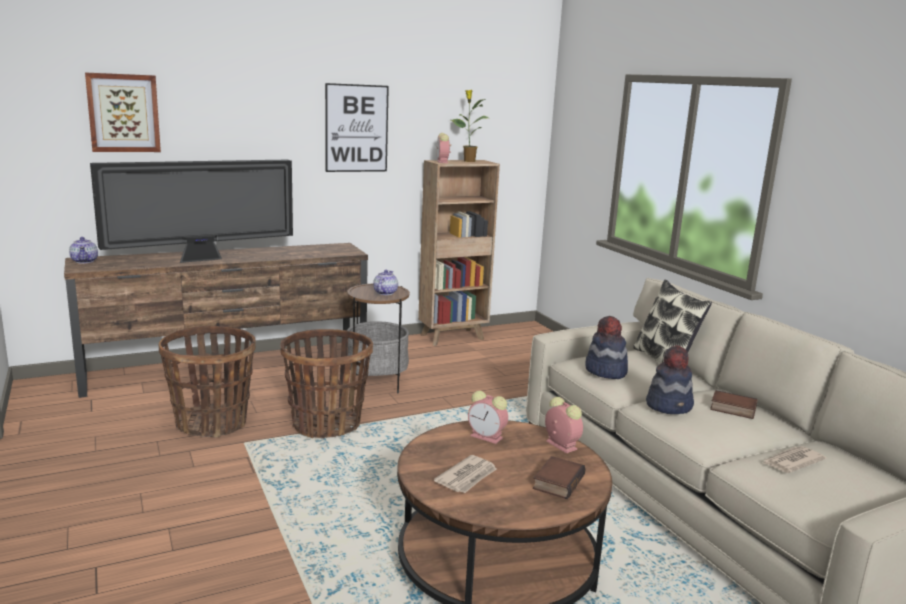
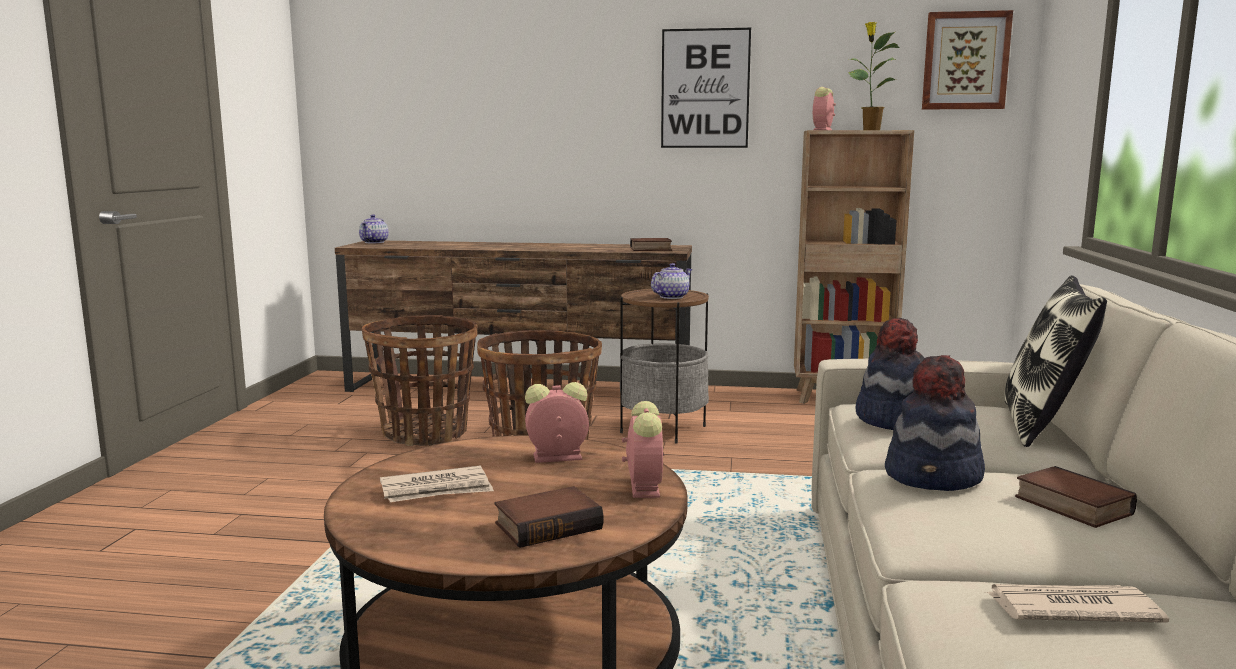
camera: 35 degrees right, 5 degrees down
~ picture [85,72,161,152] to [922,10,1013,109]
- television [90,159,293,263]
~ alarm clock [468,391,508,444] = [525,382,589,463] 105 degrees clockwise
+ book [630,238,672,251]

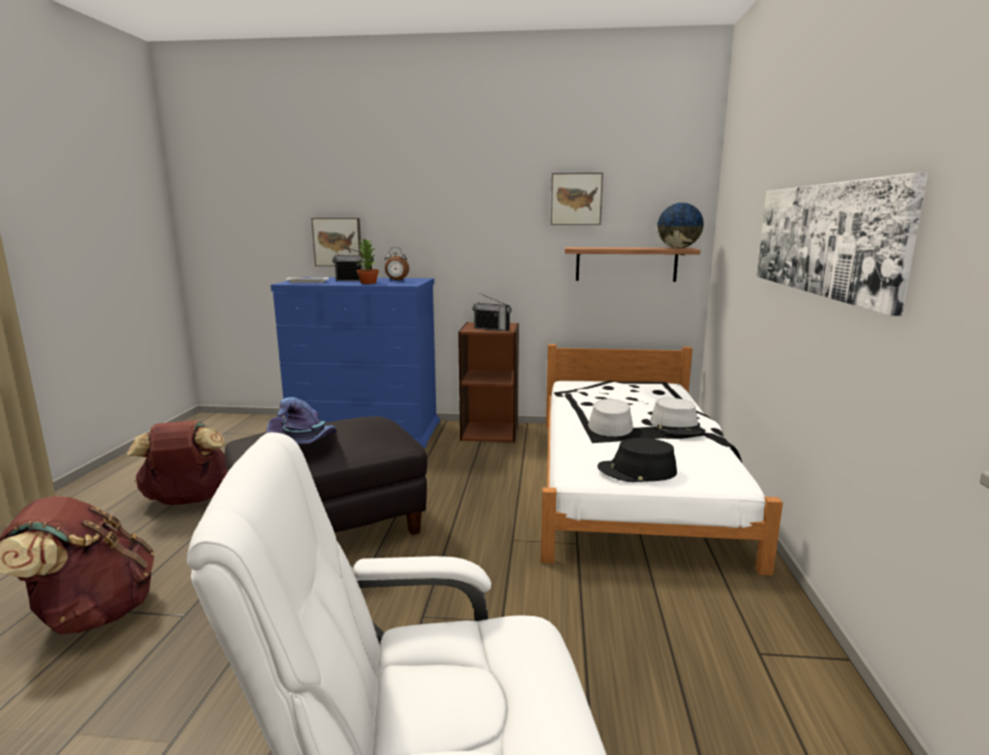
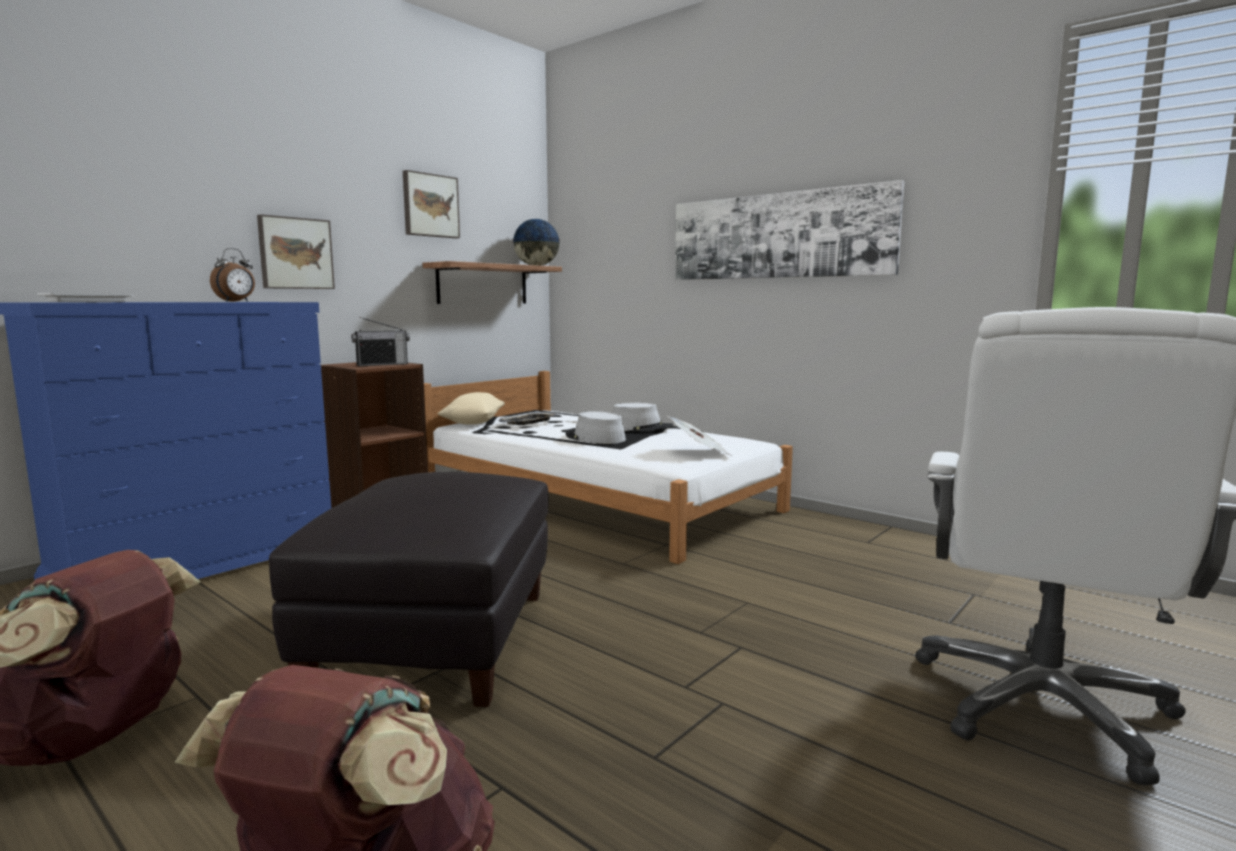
camera: 55 degrees left, 5 degrees down
~ picture [311,218,362,266] to [257,214,335,289]
- potted plant [357,239,379,284]
- radio [332,244,374,281]
- purple hat [266,397,337,444]
~ black hat [597,438,677,482] to newspaper [667,416,731,455]
+ beige pillow [437,392,505,425]
+ tray [499,412,557,425]

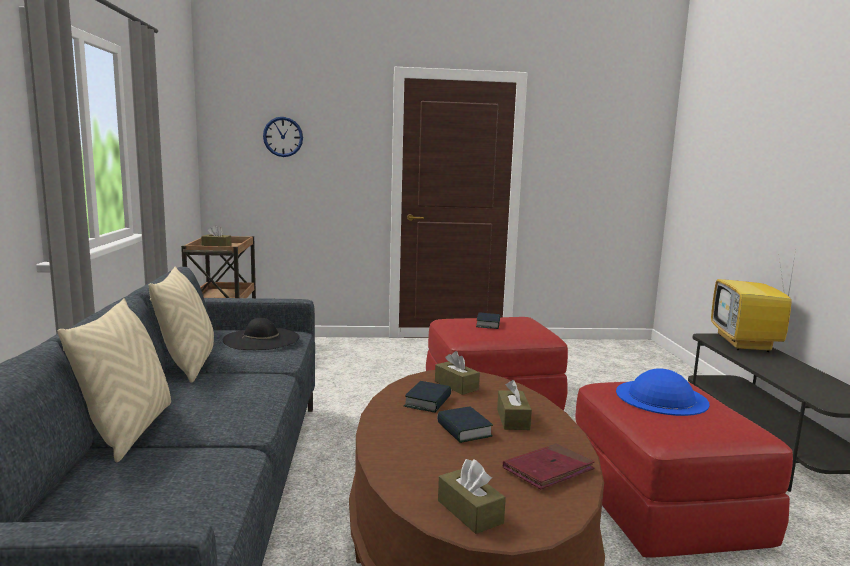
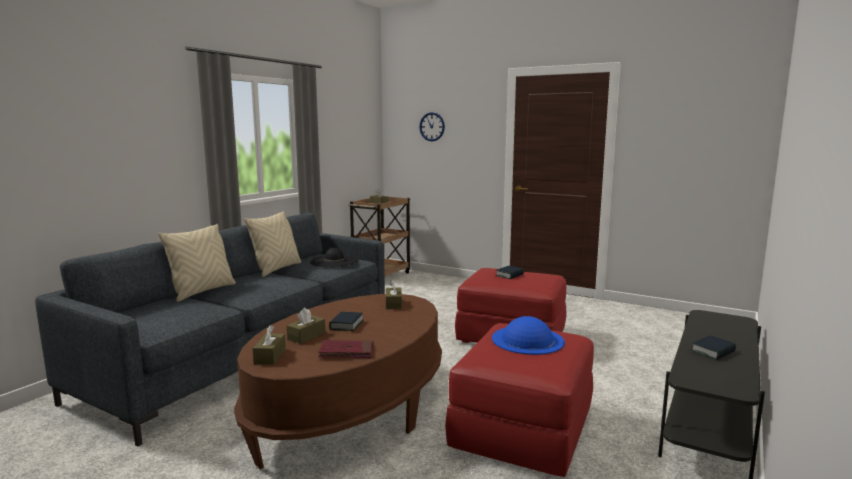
camera: 35 degrees right, 0 degrees up
- television [711,250,796,352]
~ brown tissue box [497,380,532,430] to [287,308,325,344]
~ book [404,381,451,413] to [691,335,736,360]

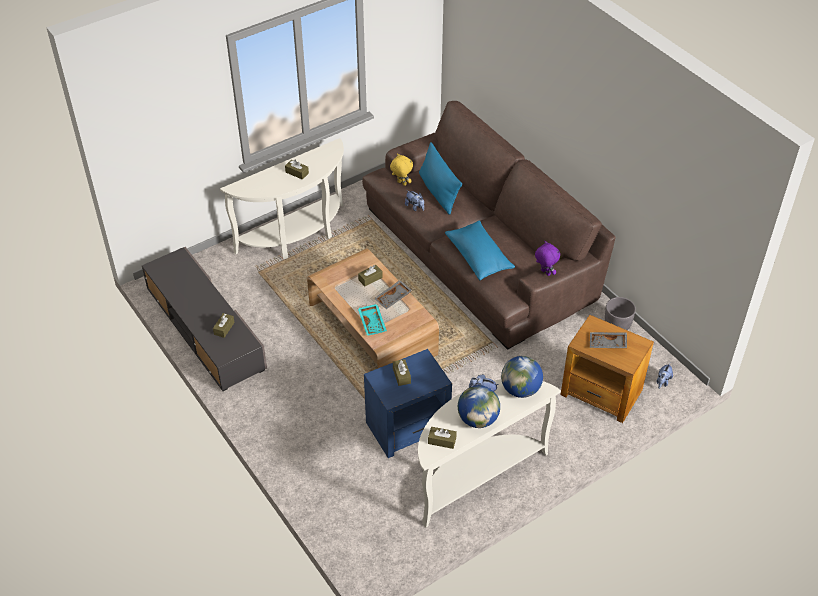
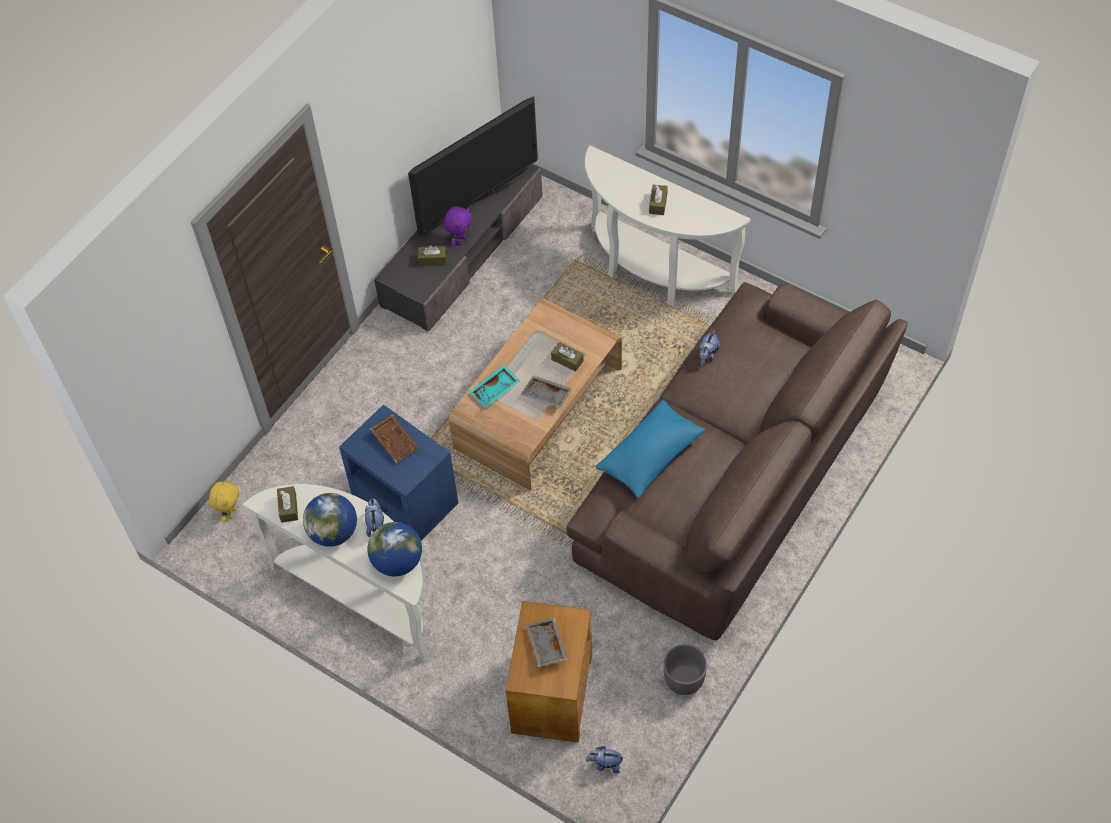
camera: 70 degrees right, 10 degrees up
- blue pillow [419,142,462,214]
~ yellow plush toy [390,153,413,186] to [209,481,239,522]
~ purple plush toy [535,241,560,276] to [443,207,473,246]
~ brown tissue box [393,359,411,386] to brown tray [370,414,419,463]
+ television [408,96,538,234]

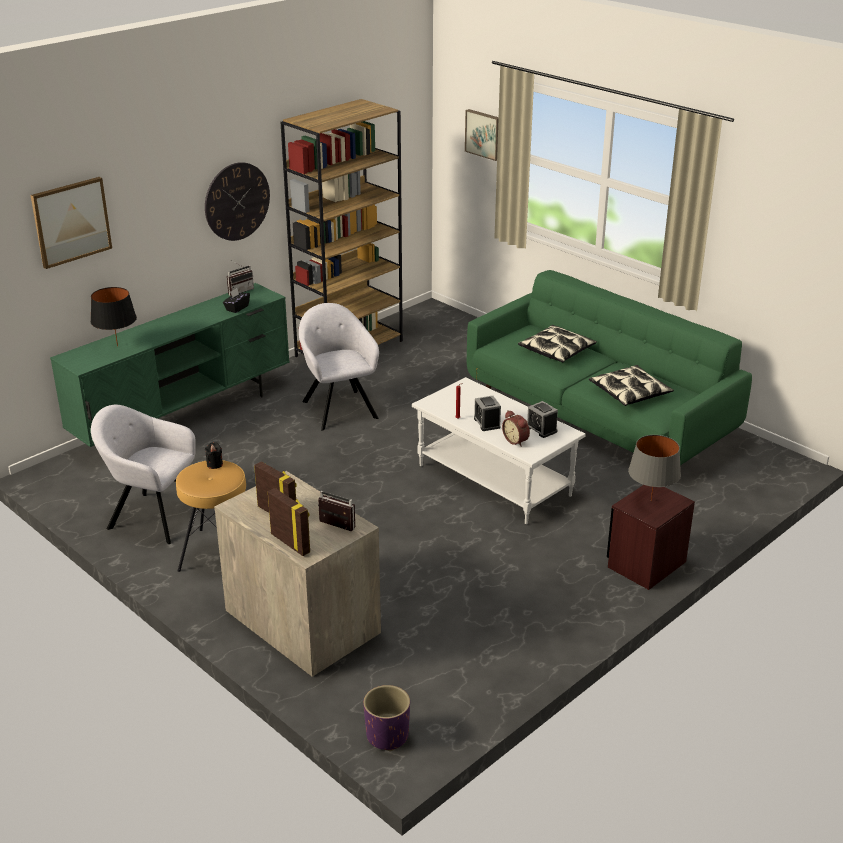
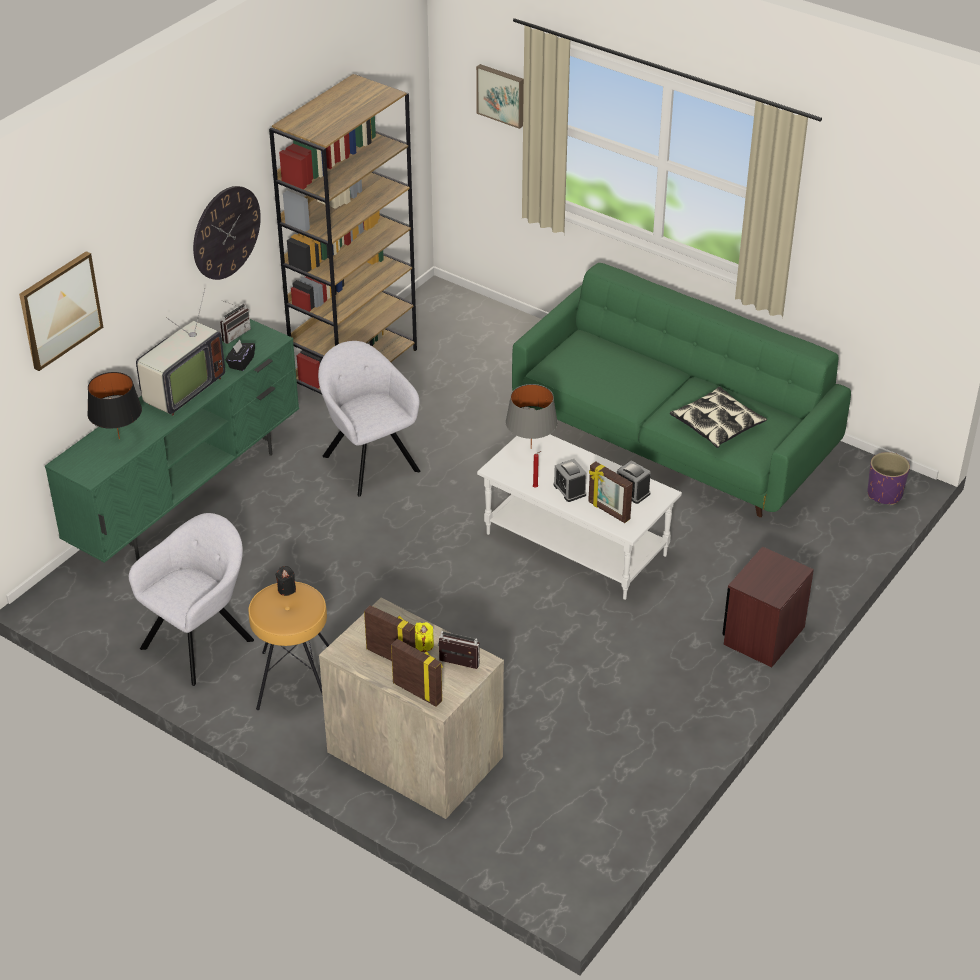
camera: 10 degrees left, 10 degrees up
- pillow [518,325,597,362]
~ grey armchair [91,405,196,544] = [129,513,254,686] 120 degrees clockwise
~ alarm clock [502,410,530,447] to picture frame [588,461,633,523]
~ grey table lamp [628,435,681,501] to [506,384,558,449]
~ purple planter [363,685,410,751] to [867,452,910,505]
+ television [136,289,225,416]
+ yellow candle [415,622,434,652]

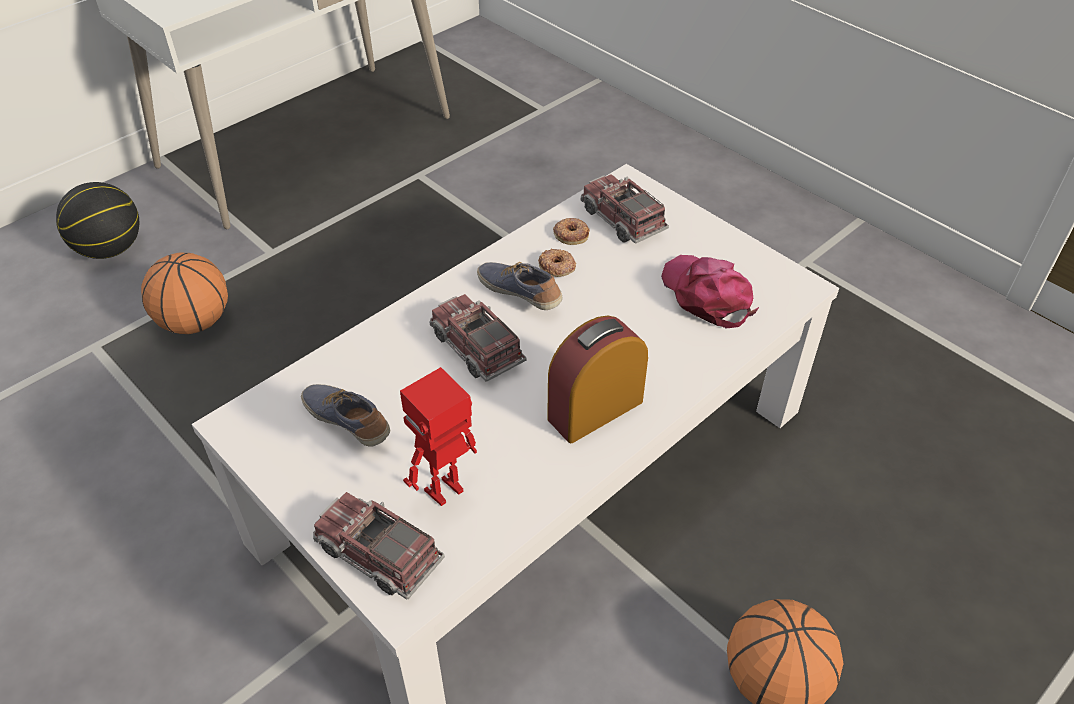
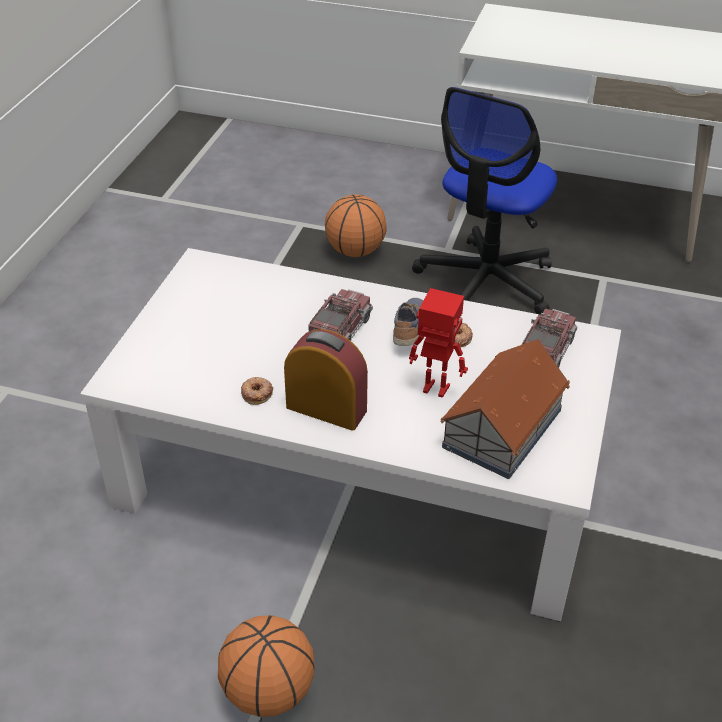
camera: 60 degrees right, 5 degrees down
- basketball [56,182,139,259]
~ donut [553,218,590,245] to [241,377,273,405]
~ pink cap [661,255,759,328] to toy house [440,339,570,479]
~ toy robot [400,367,477,506] to [409,288,468,398]
- shoe [301,384,390,447]
- toy truck [313,492,445,599]
+ office chair [412,87,557,315]

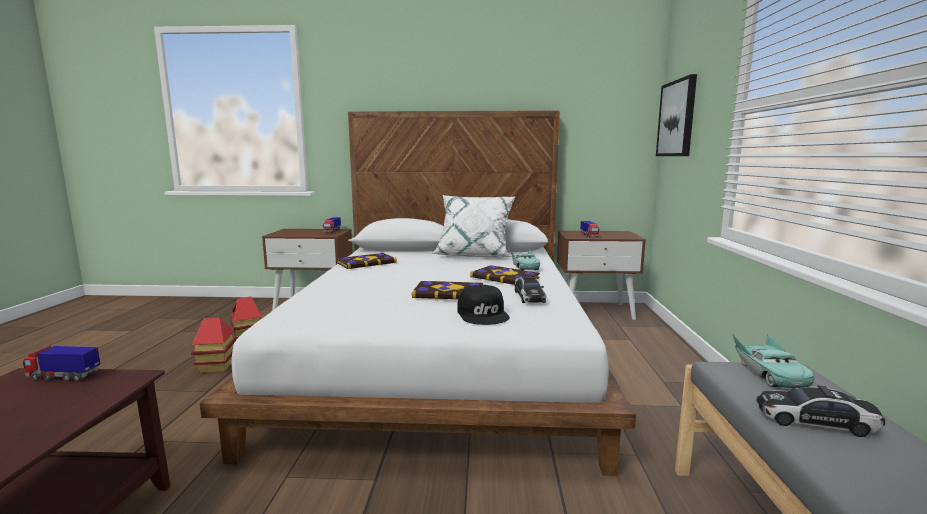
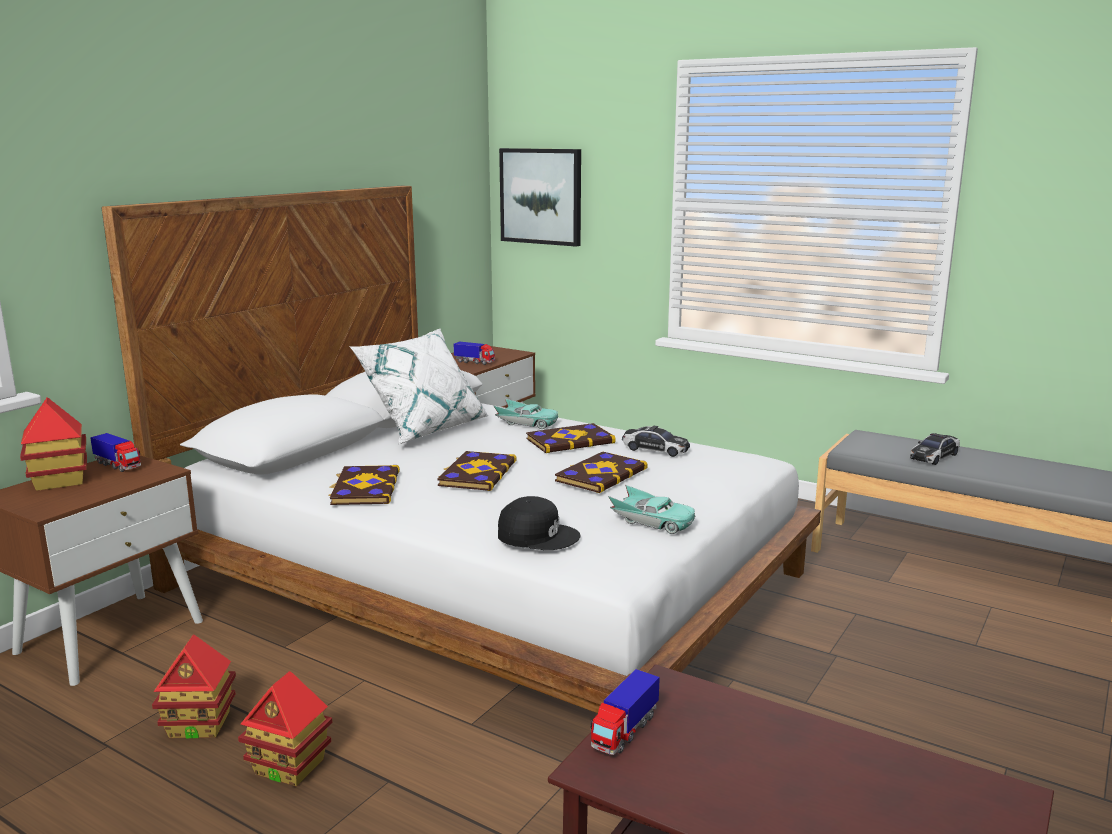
camera: 60 degrees left, 5 degrees up
~ black cap [457,285,510,325] to [498,496,581,550]
~ turquoise toy car [732,333,814,388] to [608,485,696,534]
+ toy house [20,397,87,491]
+ book [437,451,517,491]

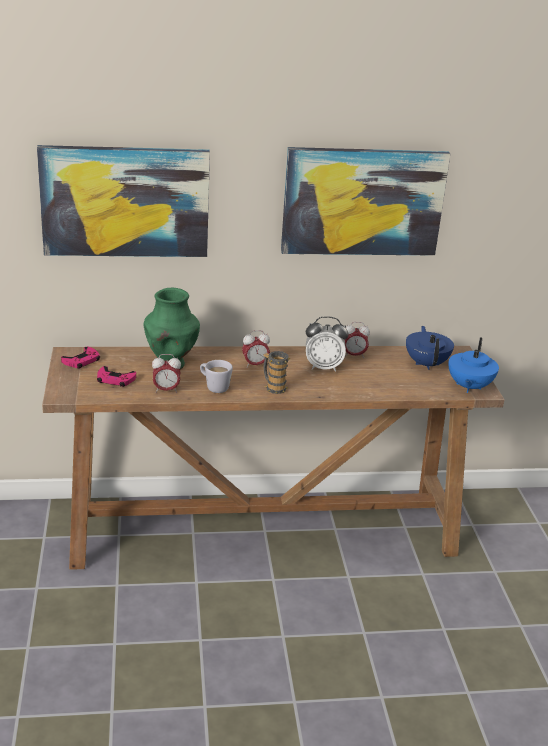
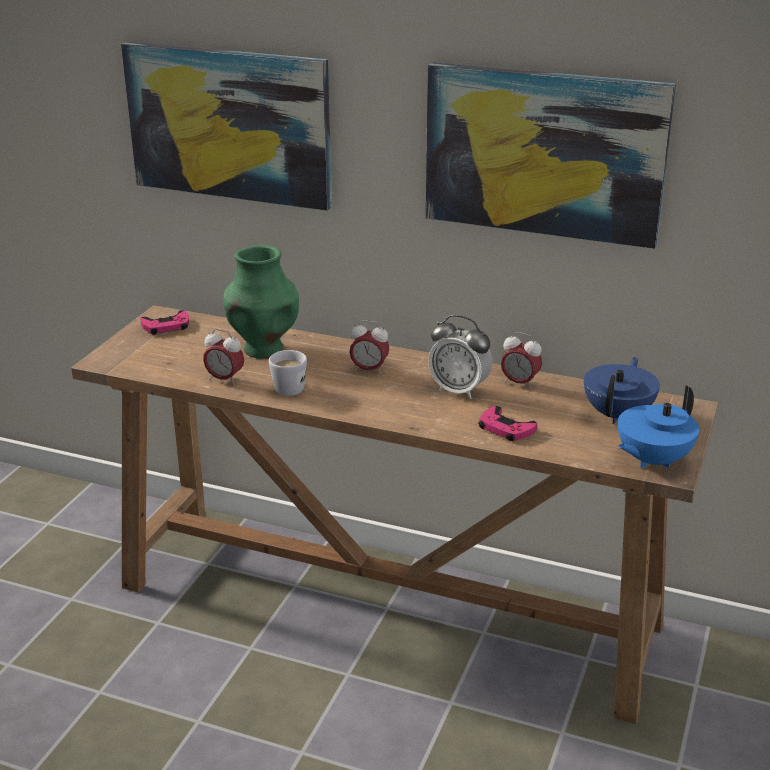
camera: 30 degrees right, 0 degrees up
- mug [263,351,290,394]
~ pink game controller [97,366,136,387] to [478,406,537,441]

